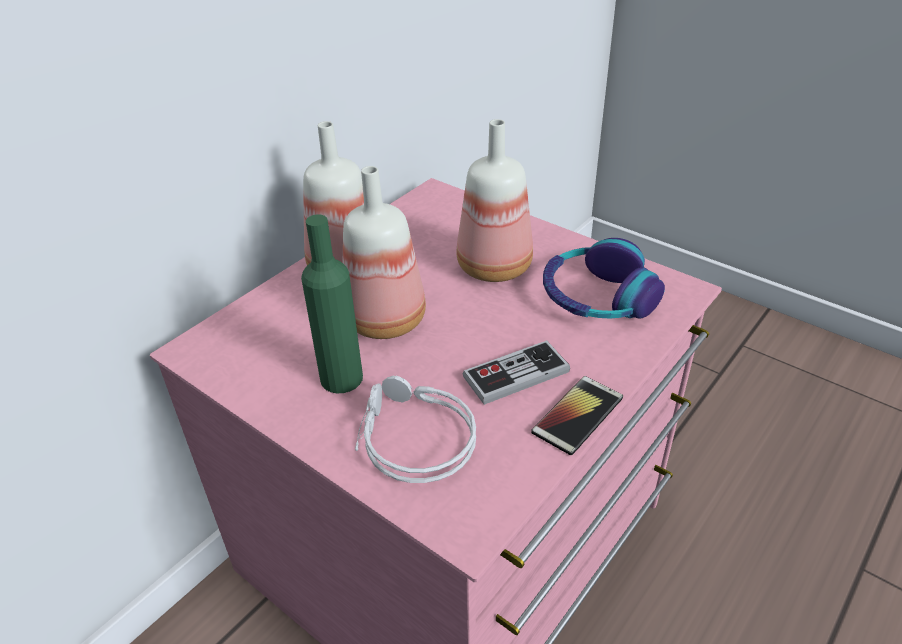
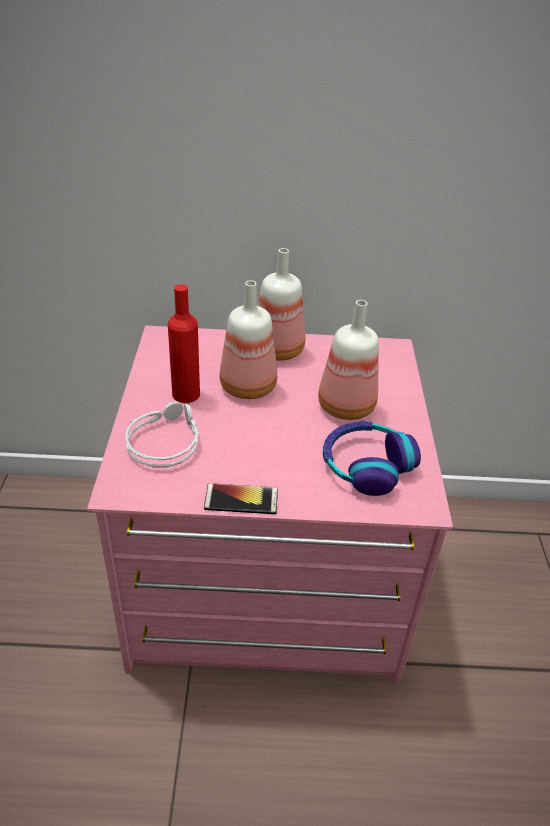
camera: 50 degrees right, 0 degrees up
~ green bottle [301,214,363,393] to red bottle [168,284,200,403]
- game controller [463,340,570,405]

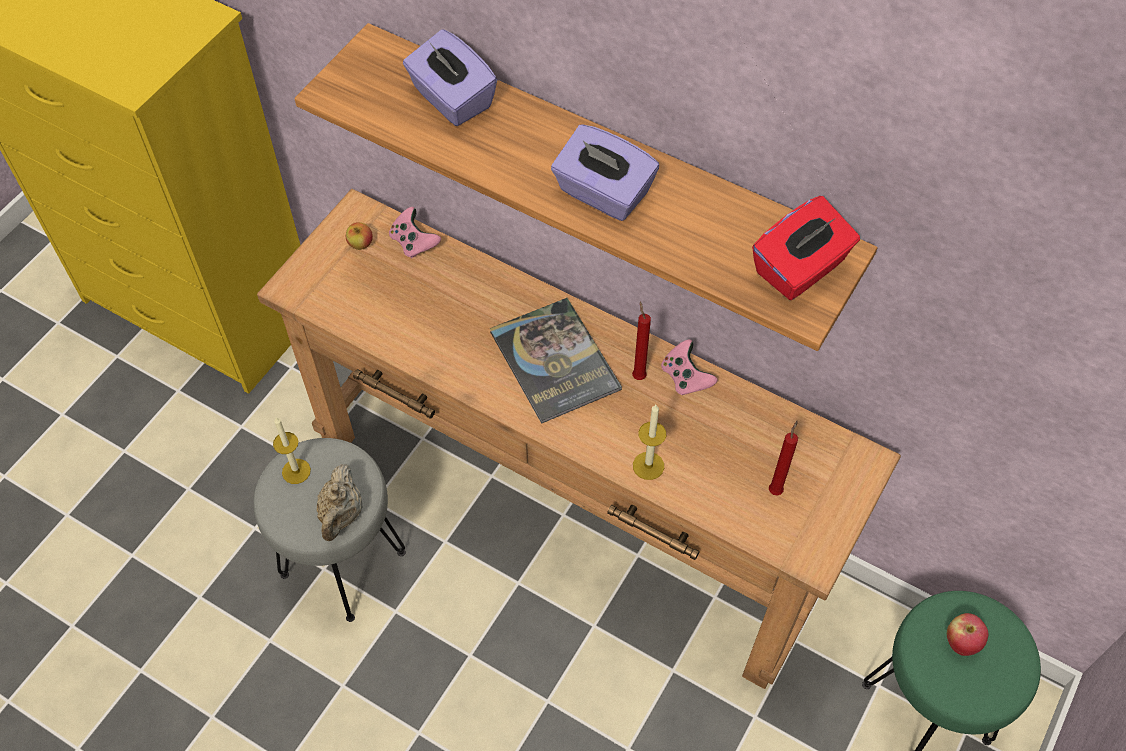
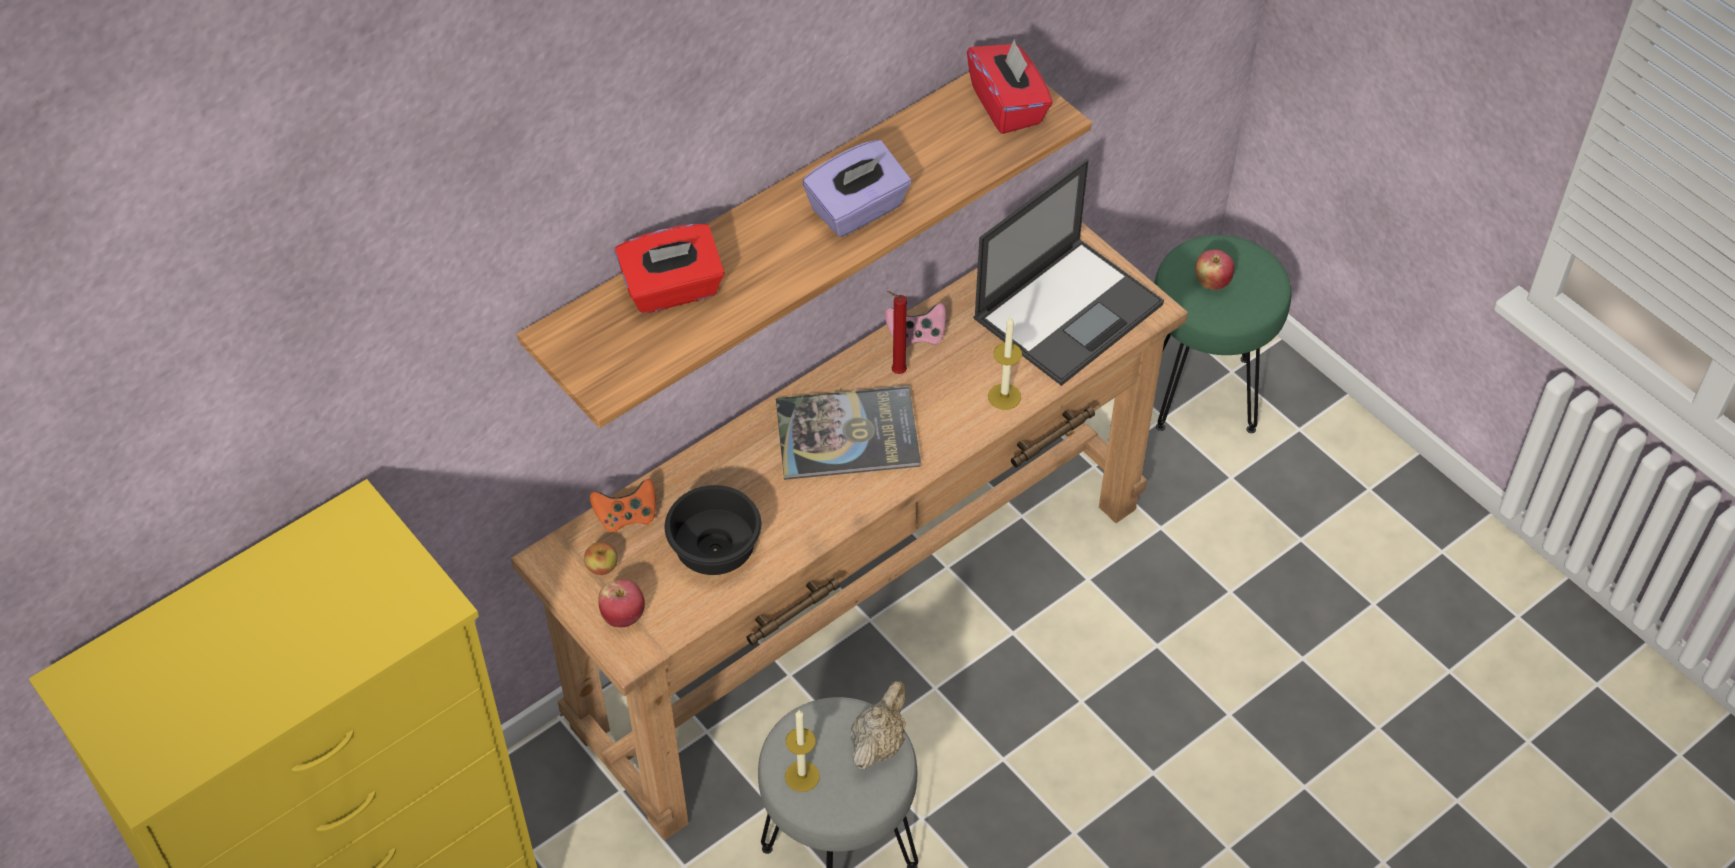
camera: 70 degrees left, 5 degrees down
~ purple tissue box [403,29,497,126] to red tissue box [615,224,725,314]
~ pink game controller [389,207,441,258] to orange game controller [590,479,656,533]
~ red candle [769,421,798,496] to laptop [973,159,1164,386]
~ beige teapot [317,464,362,541] = [851,681,906,770] 90 degrees counterclockwise
+ black bowl [665,485,761,575]
+ apple [598,579,645,627]

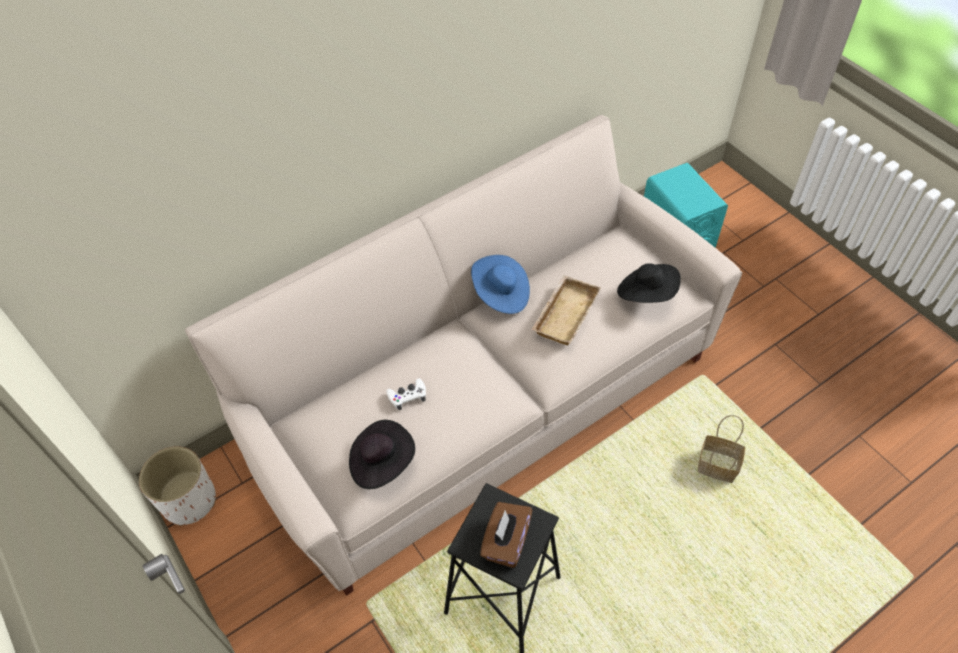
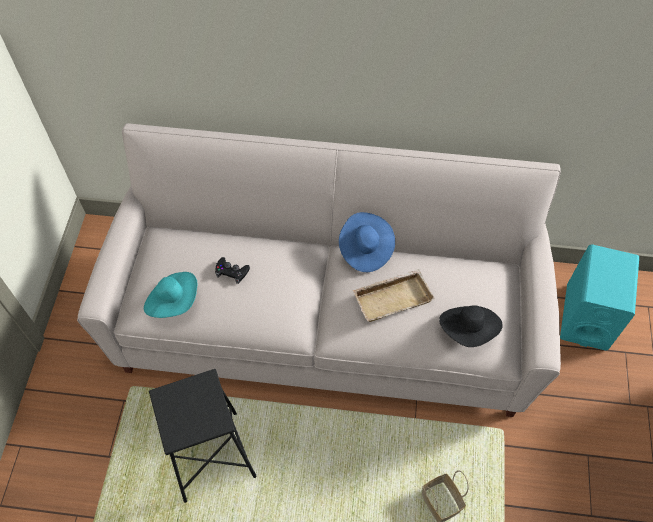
camera: 40 degrees right, 5 degrees up
~ white game controller [386,378,426,410] to black game controller [215,257,250,284]
~ black hat [349,420,415,489] to turquoise hat [144,272,197,318]
- white planter [139,446,216,526]
- brown tissue box [480,502,533,568]

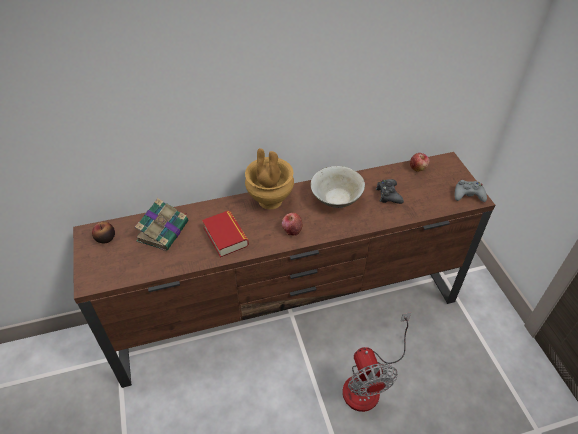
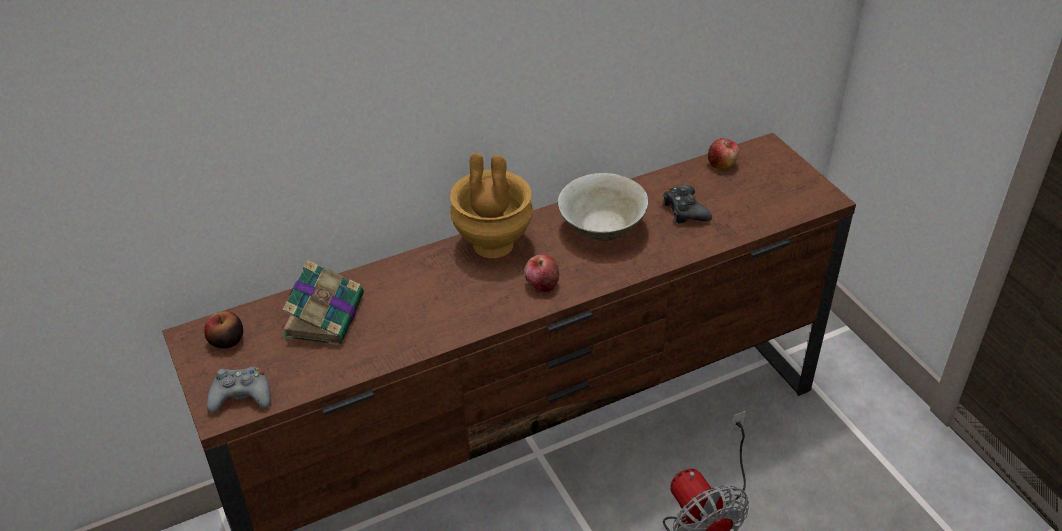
camera: 10 degrees left, 5 degrees down
~ grey game controller [455,180,487,202] to [207,367,271,413]
- book [202,211,249,258]

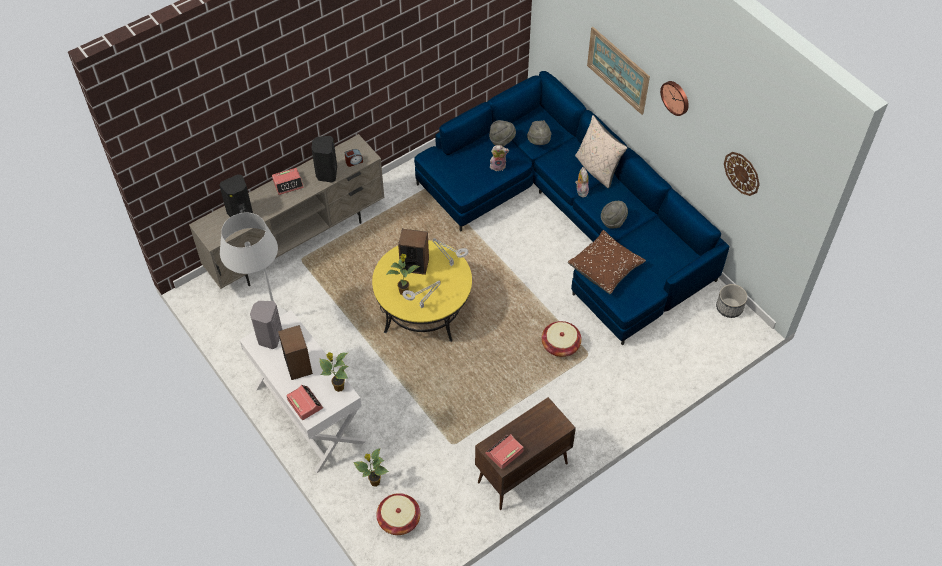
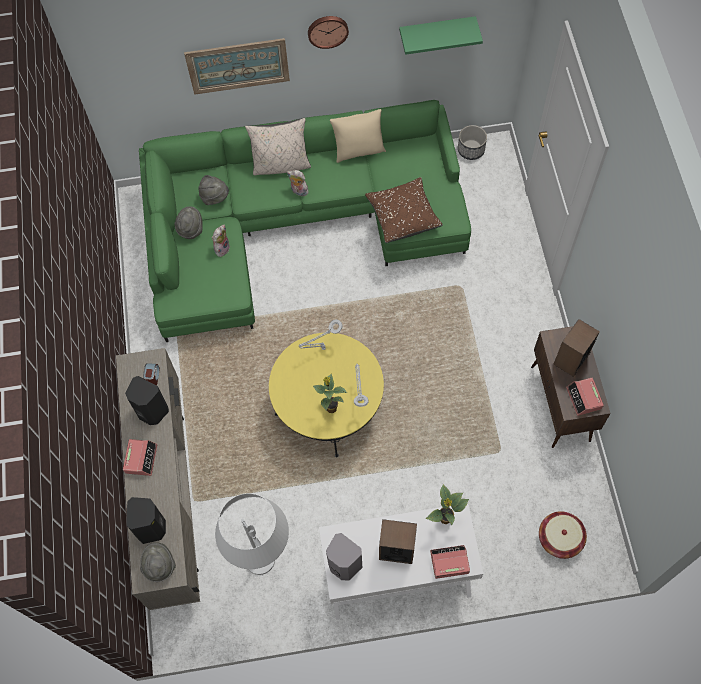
camera: 60 degrees left, 10 degrees up
~ blue sofa [414,71,730,345] to green sofa [139,100,471,342]
~ wall clock [724,152,760,196] to green shelf [399,16,483,55]
~ grey hat [601,201,628,229] to [140,542,176,582]
~ speaker [398,229,429,275] to [554,319,600,377]
- basket [542,321,582,357]
- potted plant [353,448,389,487]
+ beige pillow [330,109,386,163]

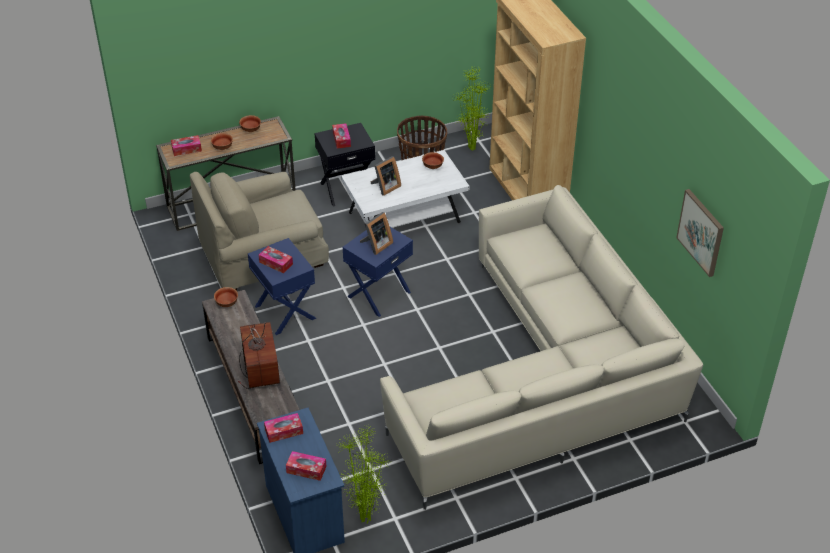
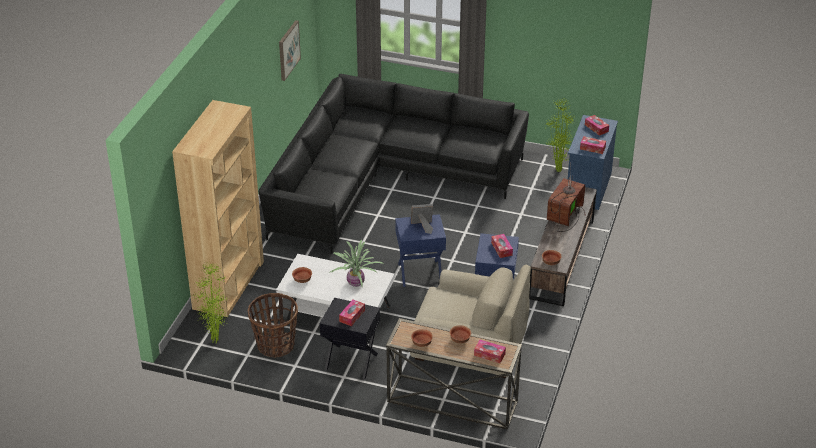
camera: 140 degrees left, 5 degrees down
~ picture frame [371,156,401,196] to potted plant [329,239,384,287]
~ beige sofa [380,185,703,510] to black sofa [259,74,529,254]

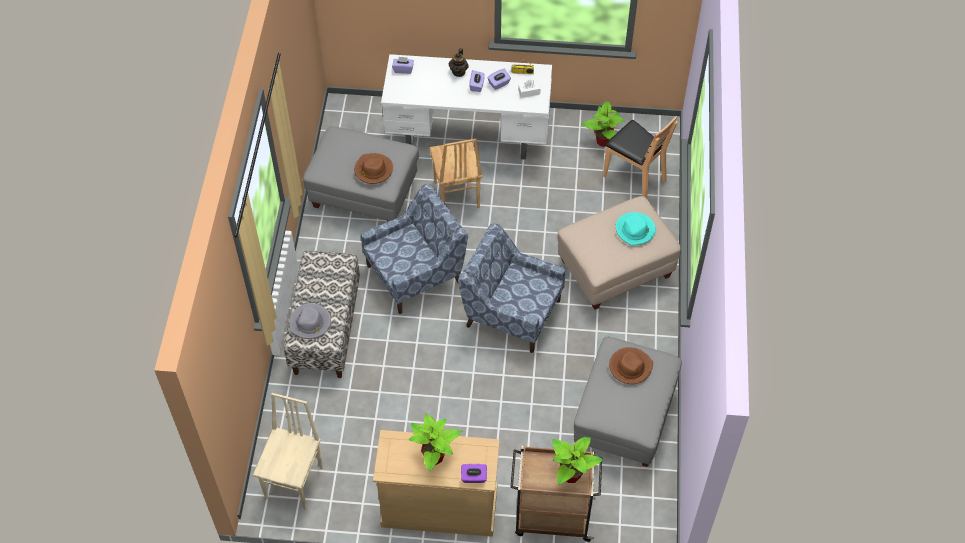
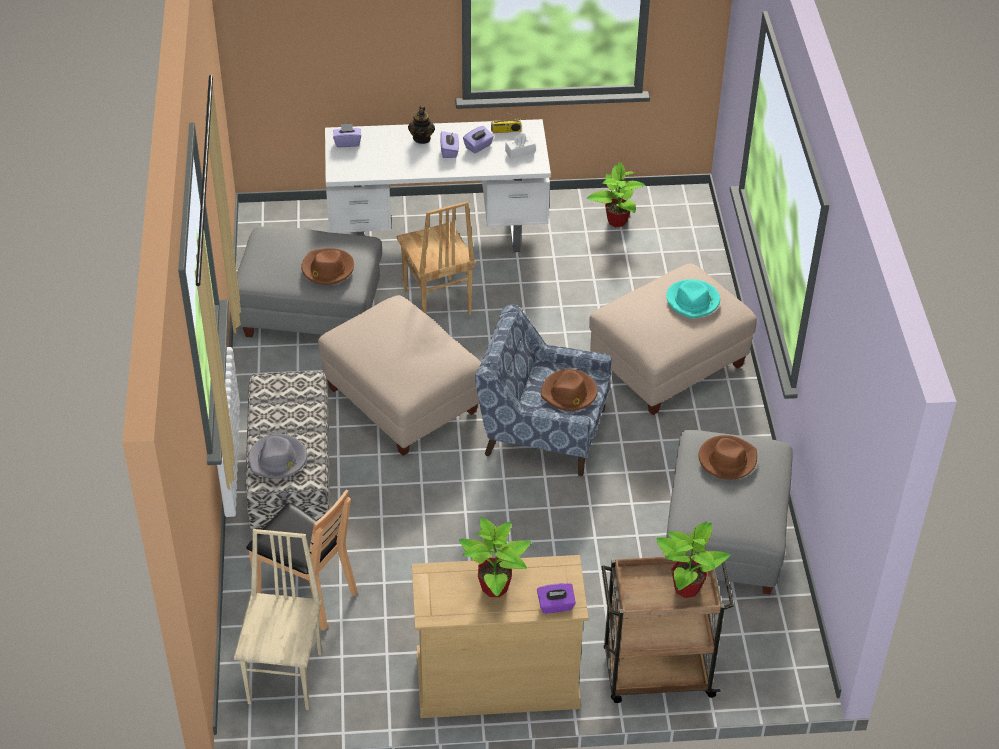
camera: 10 degrees left, 10 degrees down
~ brown chair [603,116,678,199] to [246,489,358,630]
~ blue armchair [361,184,468,314] to beige ottoman [318,295,481,456]
+ brown hat [541,369,598,411]

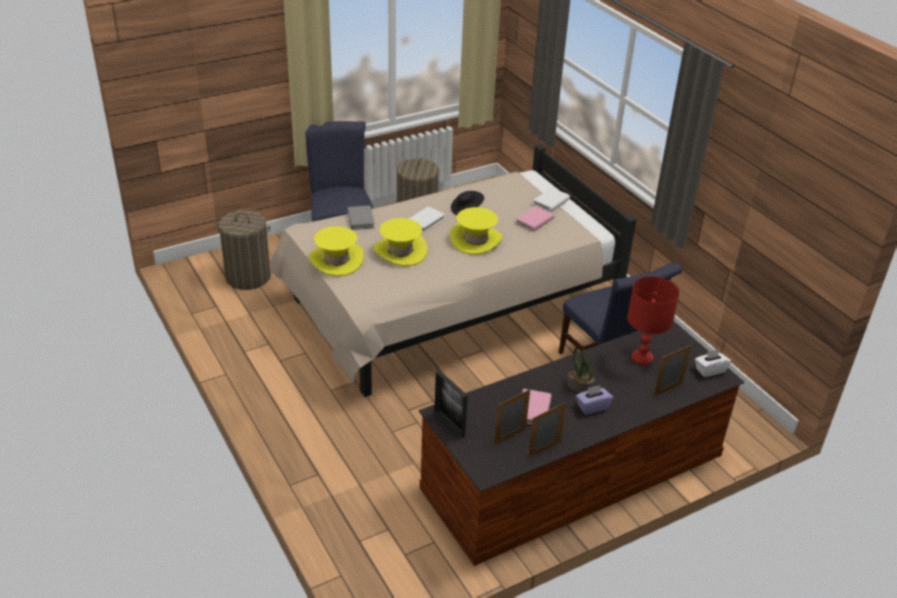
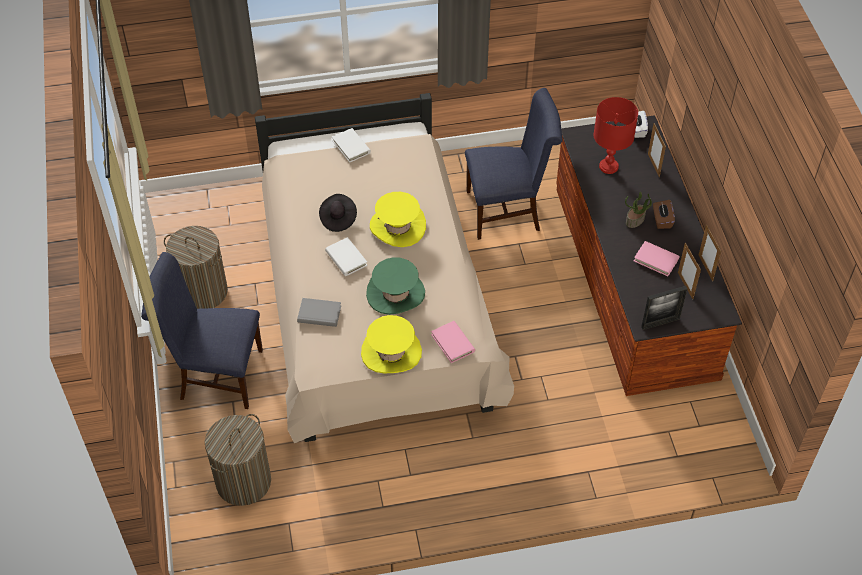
camera: 70 degrees left, 15 degrees up
~ pink book [516,206,554,232] to [431,321,475,363]
~ yellow hat [374,218,428,266] to green hat [366,257,425,315]
~ purple tissue box [576,385,613,415] to brown tissue box [653,200,675,229]

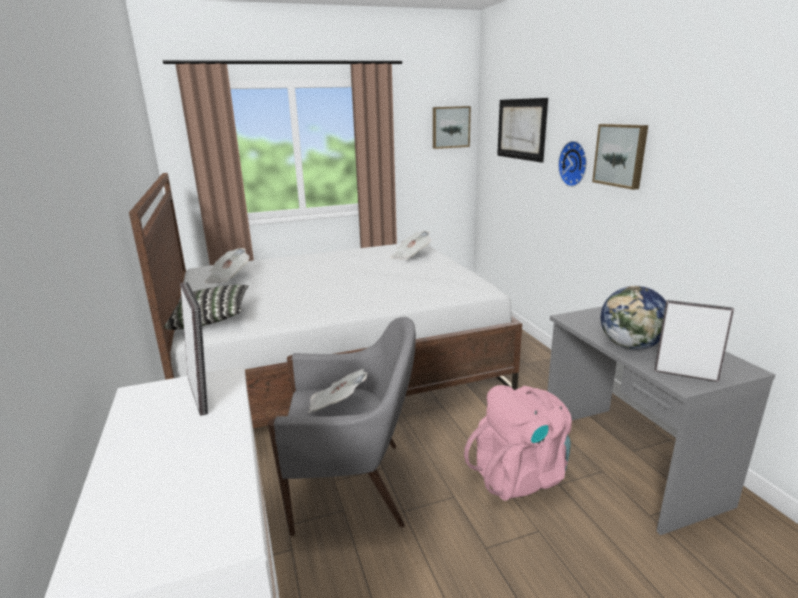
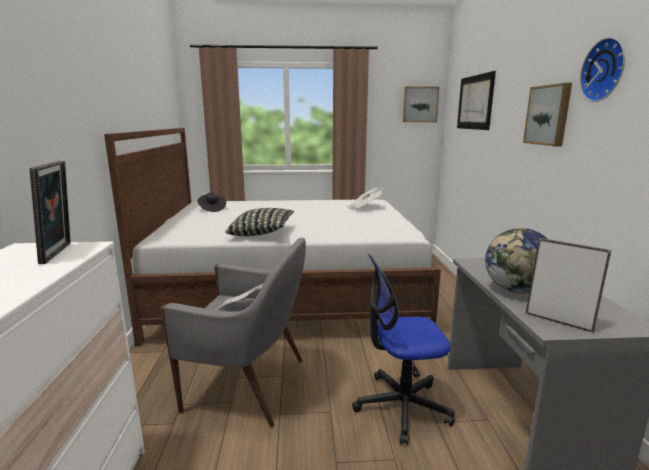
camera: 15 degrees right, 5 degrees down
~ wall clock [558,141,587,187] to [580,37,625,102]
~ newspaper [205,248,250,284] to black hat [197,193,226,212]
~ pillow [164,285,248,330] to [225,208,294,236]
~ pink backpack [464,385,572,501] to office chair [352,254,455,445]

